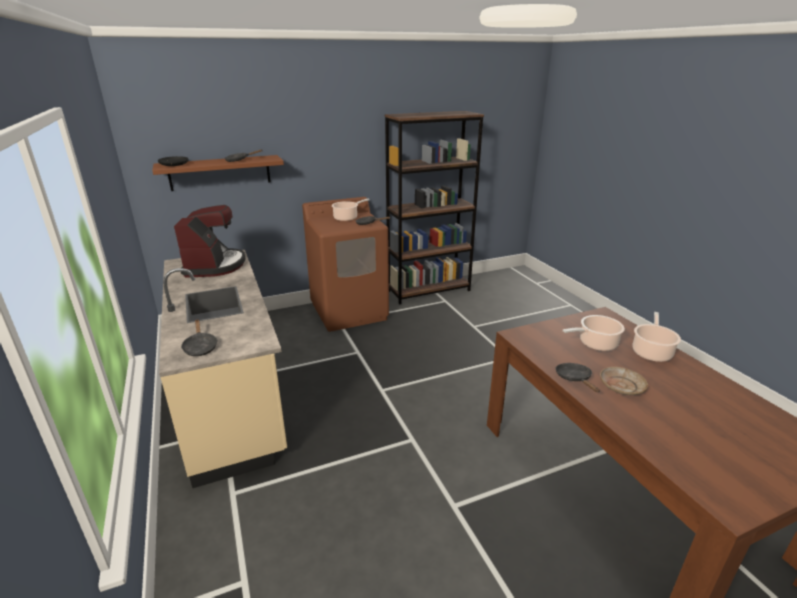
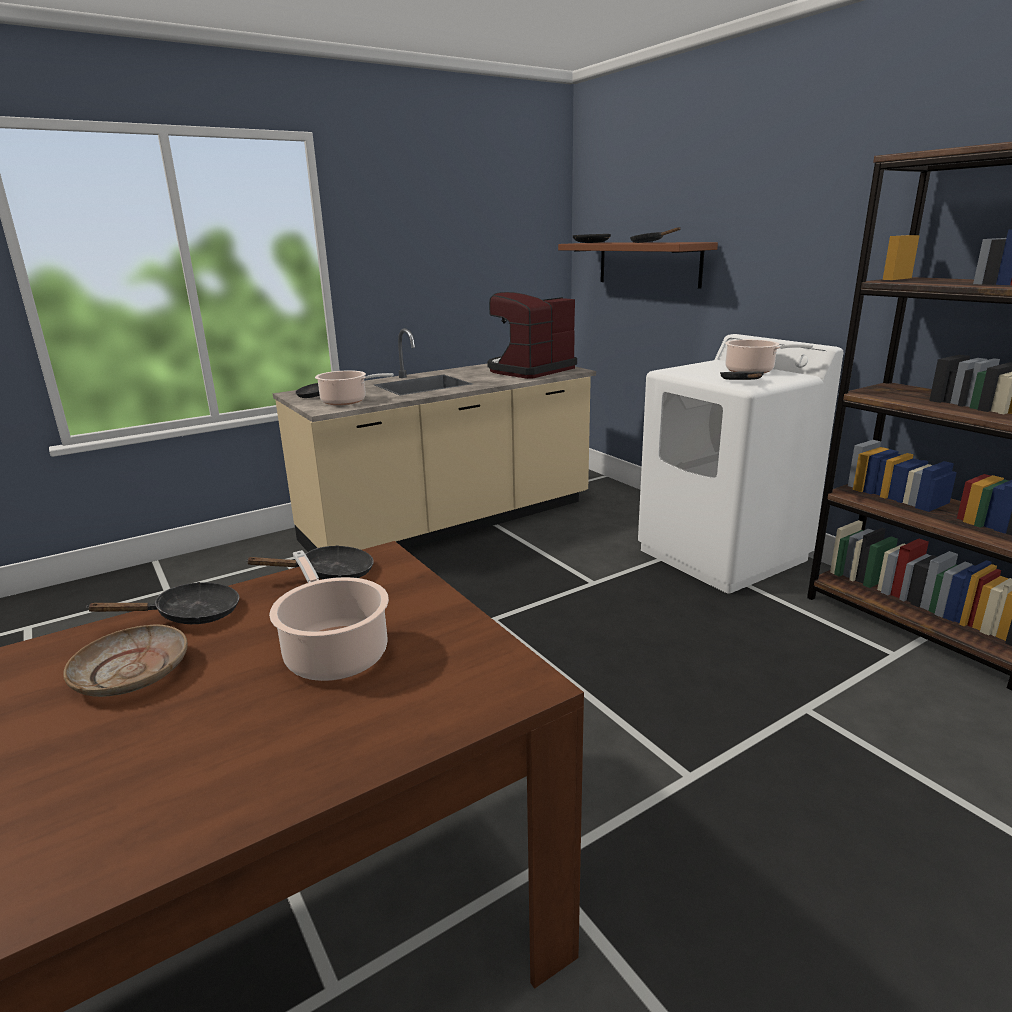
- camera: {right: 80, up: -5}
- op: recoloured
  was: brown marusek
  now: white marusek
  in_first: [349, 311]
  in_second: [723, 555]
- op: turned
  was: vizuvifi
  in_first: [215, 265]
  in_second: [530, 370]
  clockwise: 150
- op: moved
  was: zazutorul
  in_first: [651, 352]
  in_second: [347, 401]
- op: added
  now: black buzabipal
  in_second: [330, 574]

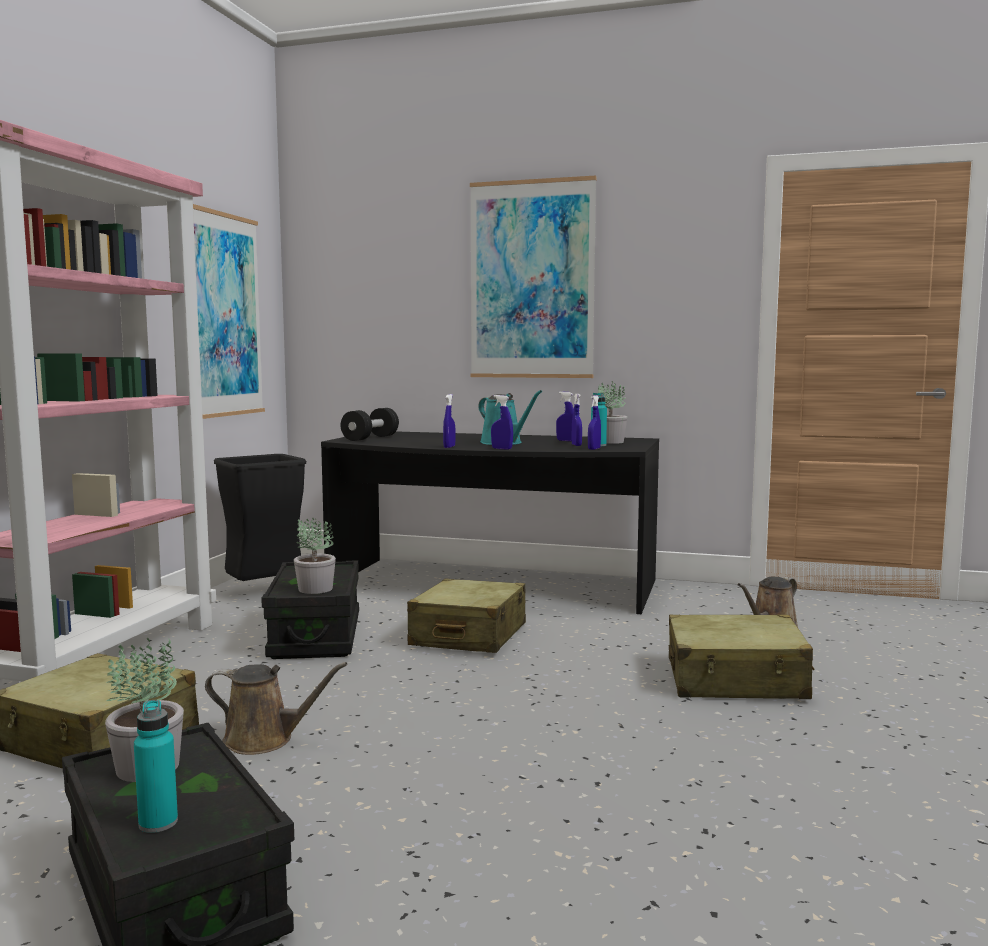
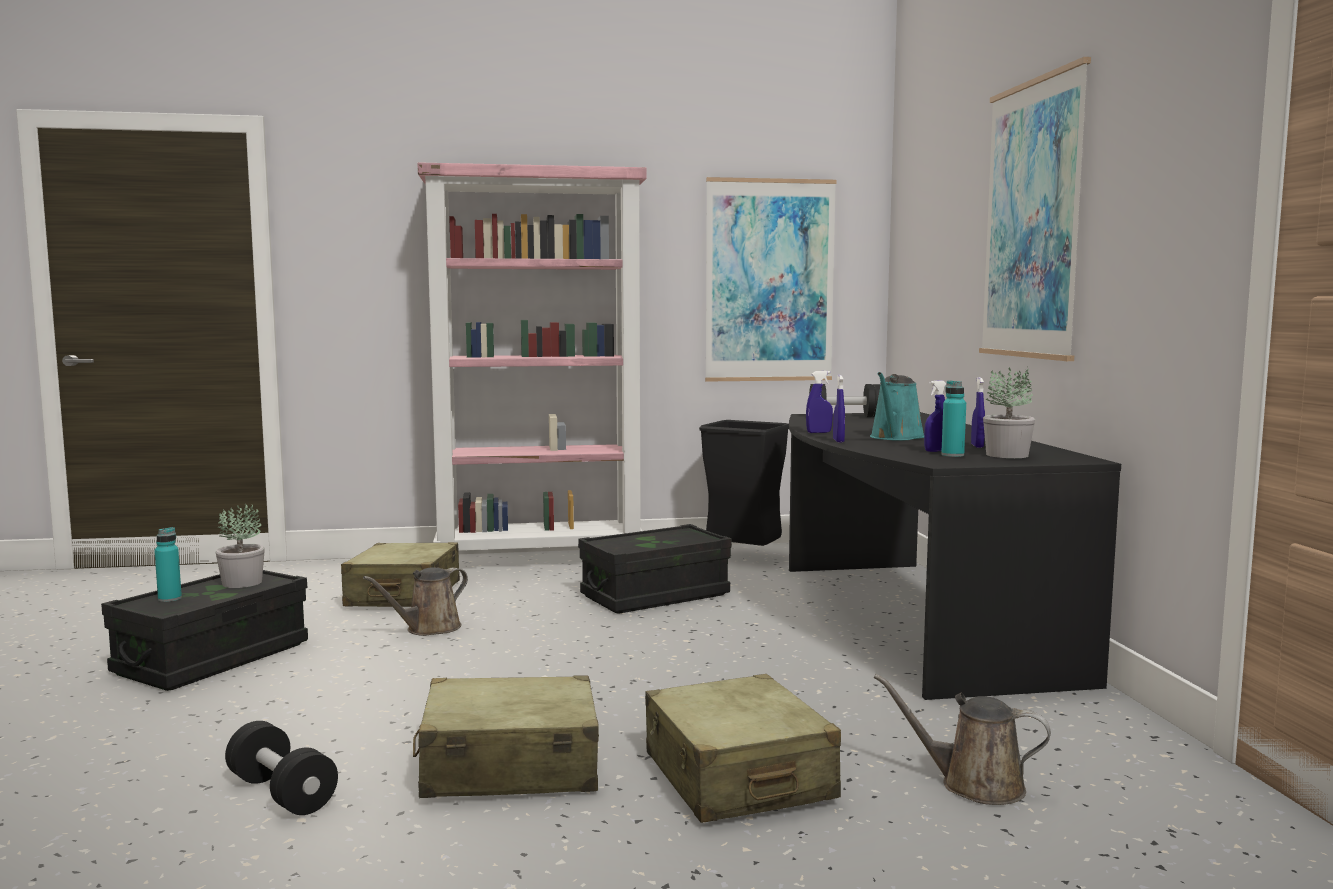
- camera: {right: 65, up: 0}
- op: removed
  was: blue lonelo
  in_first: [594, 449]
- op: removed
  was: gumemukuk
  in_first: [315, 589]
- op: moved
  was: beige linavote
  in_first: [468, 636]
  in_second: [509, 766]
- op: turned
  was: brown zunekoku
  in_first: [265, 740]
  in_second: [429, 629]
  clockwise: 60
- op: added
  now: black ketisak
  in_second: [282, 793]

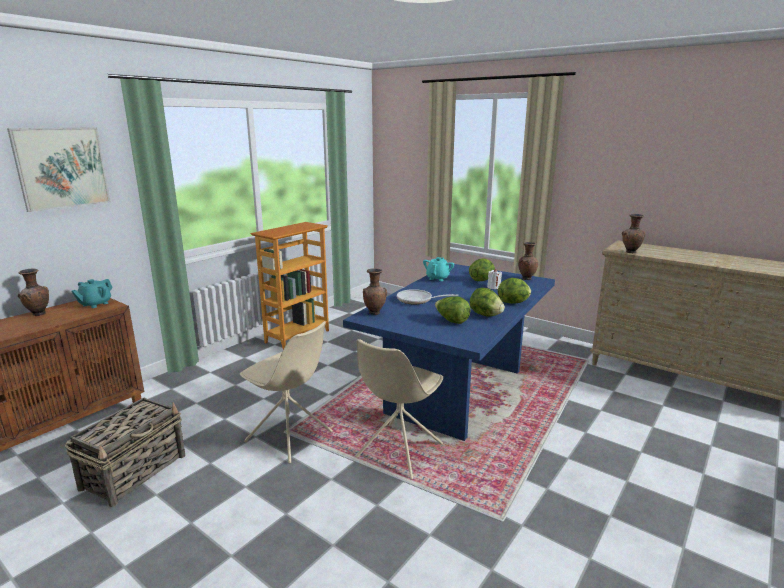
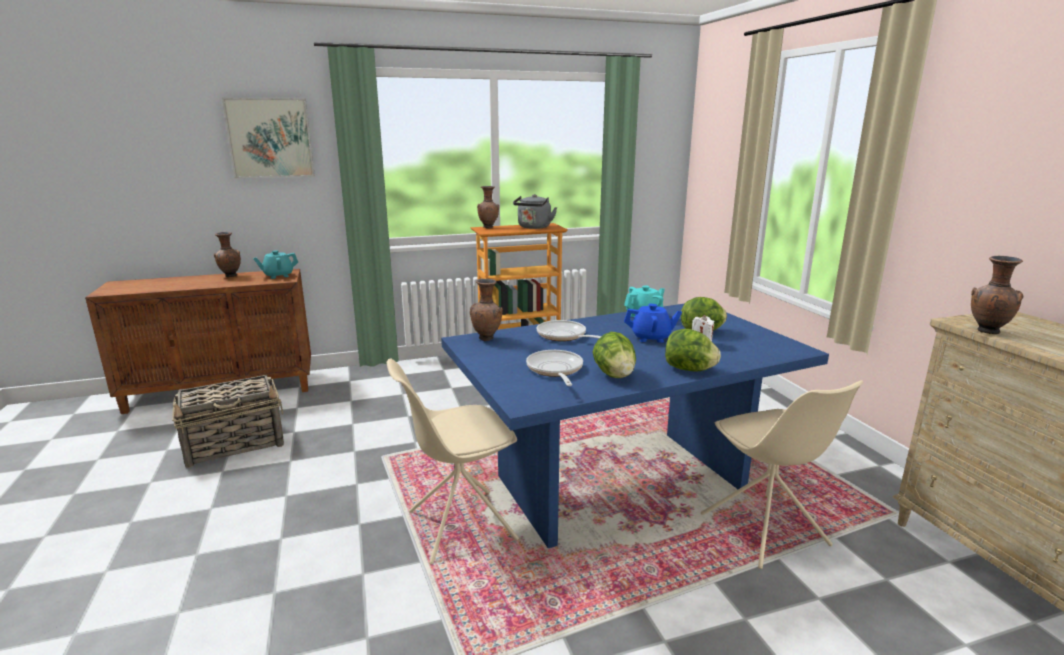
- camera: {right: 35, up: 0}
- op: moved
  was: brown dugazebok
  in_first: [526, 278]
  in_second: [488, 227]
- op: replaced
  was: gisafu
  now: buzabipal
  in_first: [451, 321]
  in_second: [555, 370]
- op: moved
  was: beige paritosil
  in_first: [290, 437]
  in_second: [765, 531]
- op: added
  now: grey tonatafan
  in_second: [533, 227]
- op: added
  now: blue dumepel
  in_second: [651, 338]

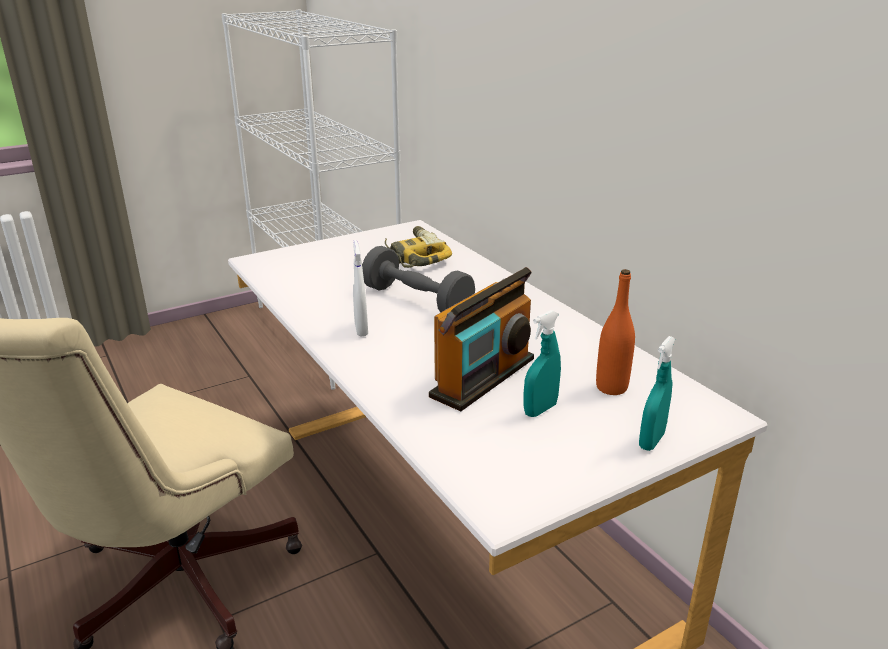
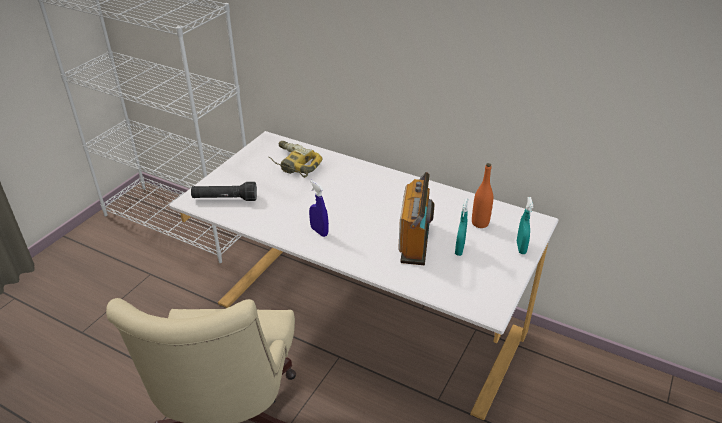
- camera: {right: -30, up: 10}
- op: recoloured
  was: white lonelo
  now: blue lonelo
  in_first: [361, 329]
  in_second: [319, 231]
- op: removed
  was: grey ketisak
  in_first: [417, 301]
- op: added
  now: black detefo
  in_second: [225, 199]

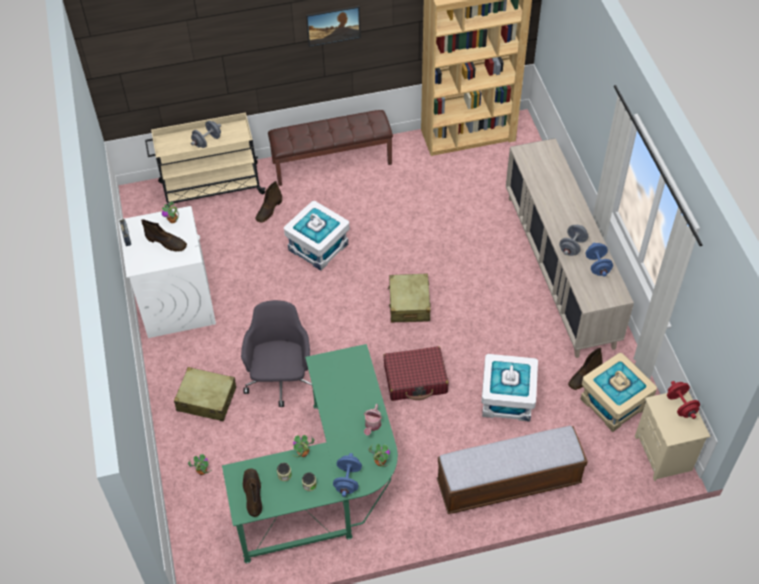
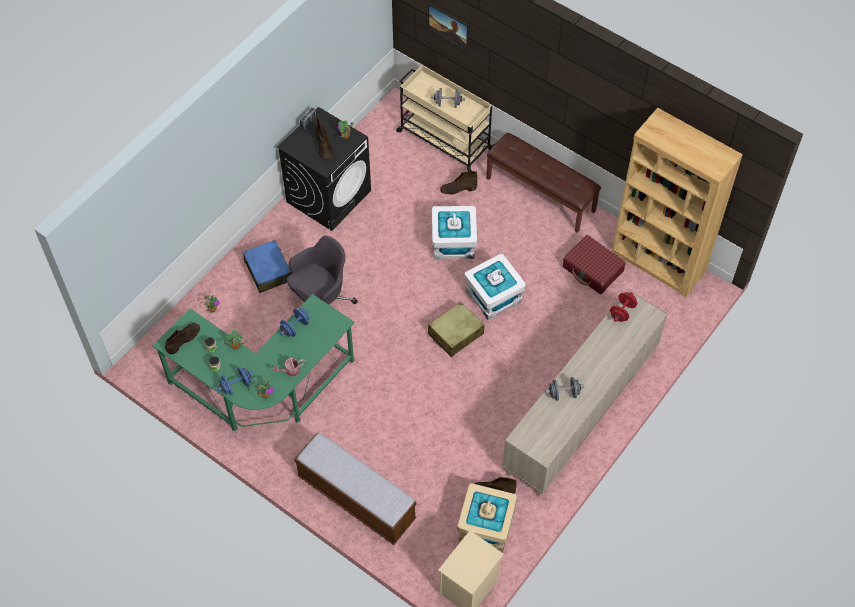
- camera: {right: 50, up: 5}
- op: moved
  was: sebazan
  in_first: [334, 34]
  in_second: [448, 33]
- op: recoloured
  was: white marusek
  now: black marusek
  in_first: [177, 302]
  in_second: [329, 196]
- op: moved
  was: blue ketisak
  in_first: [597, 266]
  in_second: [295, 327]
- op: moved
  was: red linavote
  in_first: [415, 379]
  in_second: [593, 269]
- op: moved
  was: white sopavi
  in_first: [507, 399]
  in_second: [493, 296]
- op: recoloured
  was: beige linavote
  now: blue linavote
  in_first: [206, 399]
  in_second: [268, 271]
- op: moved
  was: red ketisak
  in_first: [681, 406]
  in_second: [622, 312]

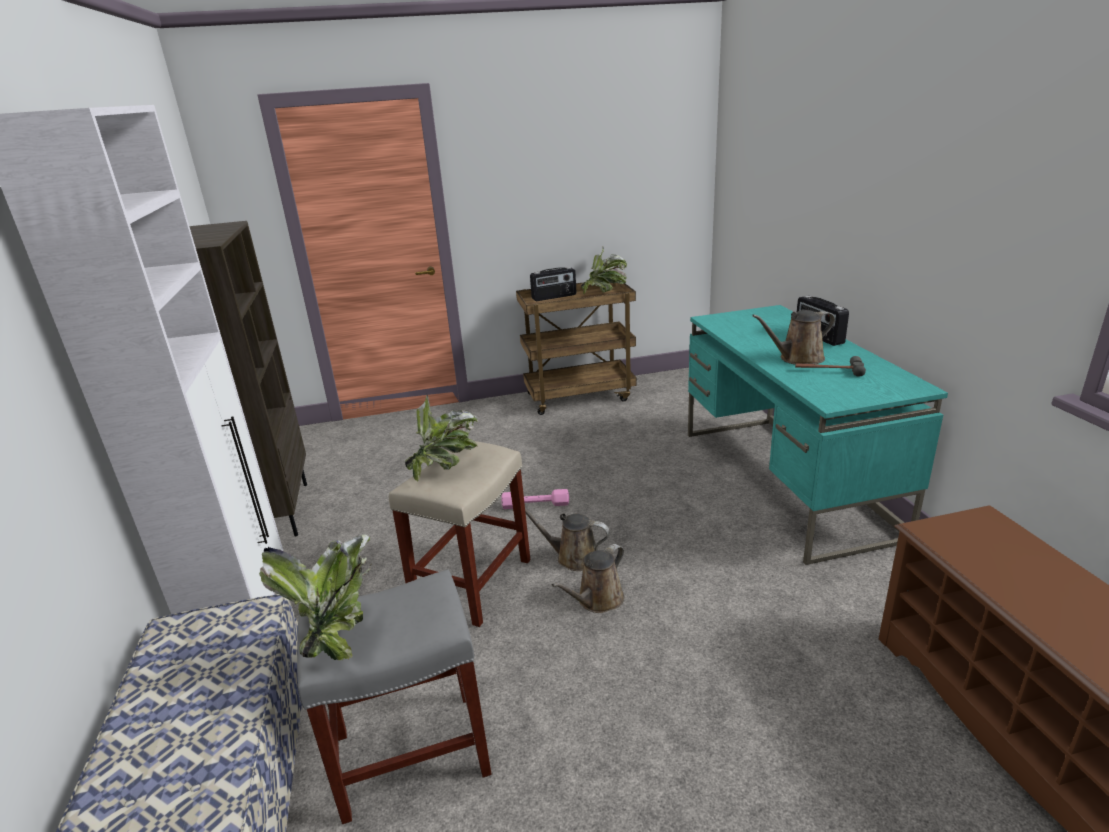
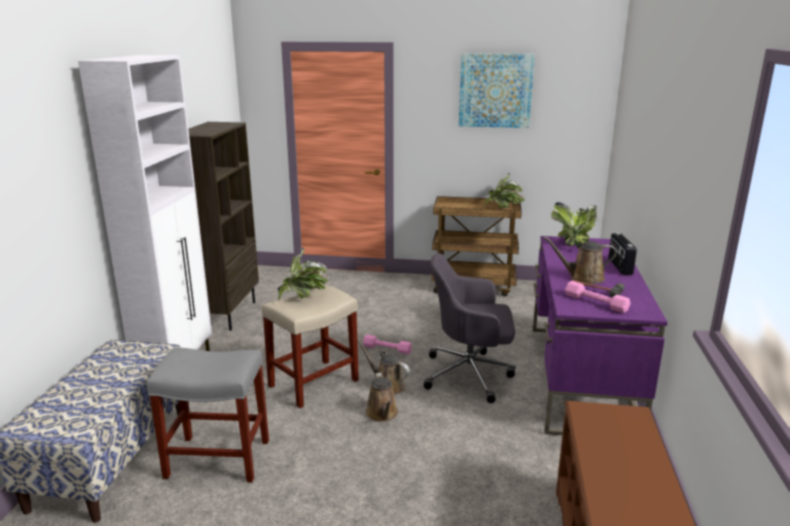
- camera: {right: 20, up: -5}
- op: removed
  was: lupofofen
  in_first: [554, 297]
- op: recoloured
  was: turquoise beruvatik
  now: purple beruvatik
  in_first: [785, 482]
  in_second: [580, 378]
- op: moved
  was: gumemukuk
  in_first: [336, 627]
  in_second: [574, 244]
- op: turned
  was: brown zunekoku
  in_first: [597, 600]
  in_second: [382, 414]
  clockwise: -75
- op: added
  now: sebazan
  in_second: [495, 90]
- op: added
  now: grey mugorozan
  in_second: [470, 374]
- op: added
  now: pink ketisak
  in_second: [596, 302]

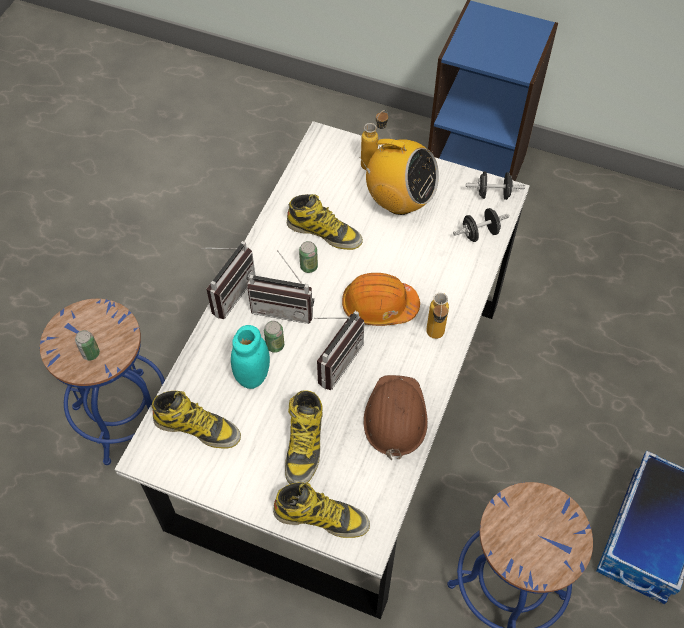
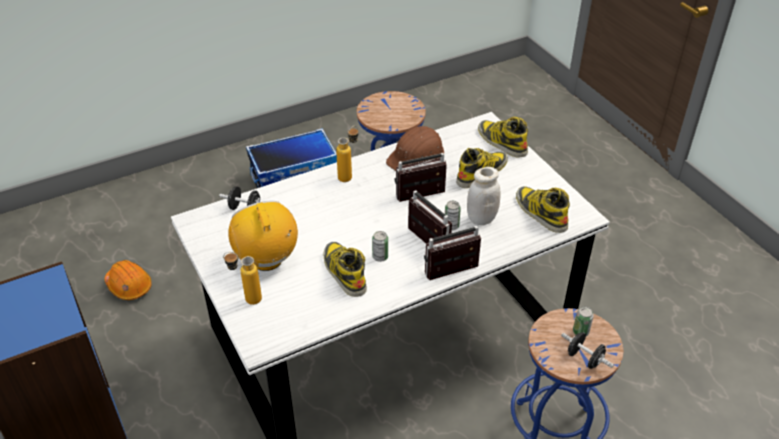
- camera: {right: -140, up: -15}
- op: moved
  was: black ketisak
  in_first: [493, 194]
  in_second: [584, 358]
- op: moved
  was: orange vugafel
  in_first: [379, 306]
  in_second: [129, 286]
- op: recoloured
  was: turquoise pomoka
  now: white pomoka
  in_first: [253, 376]
  in_second: [481, 218]

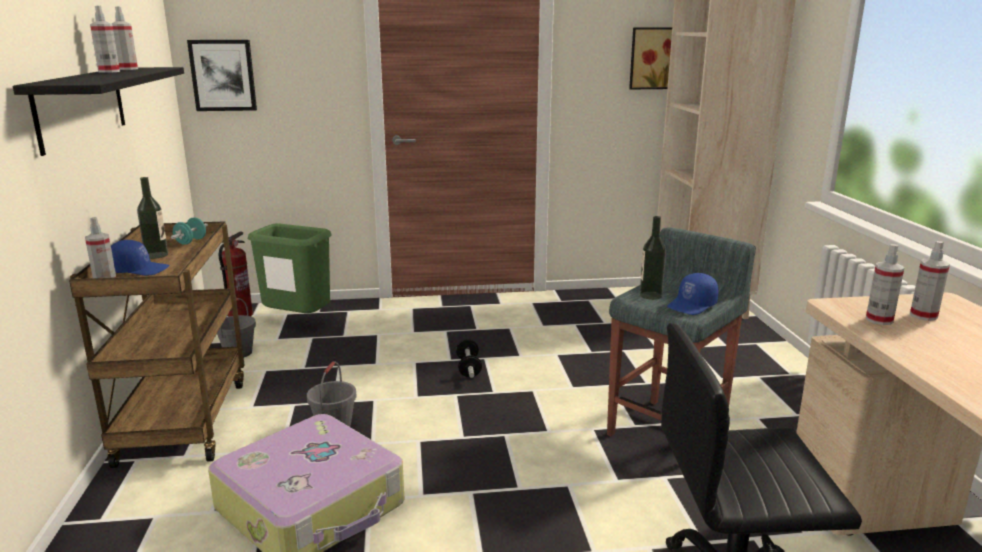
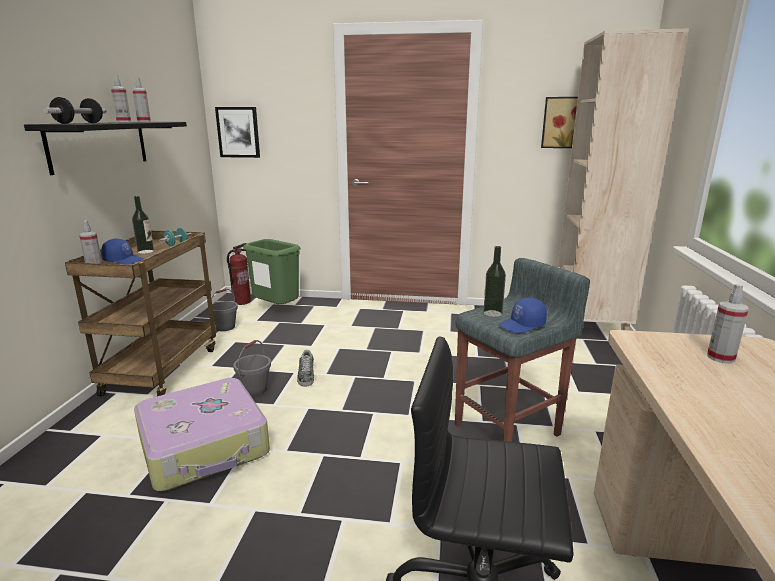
- camera: {right: 15, up: 0}
- op: removed
  was: lonelo
  in_first: [879, 320]
- op: moved
  was: ketisak
  in_first: [468, 368]
  in_second: [79, 123]
- op: added
  now: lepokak
  in_second: [306, 375]

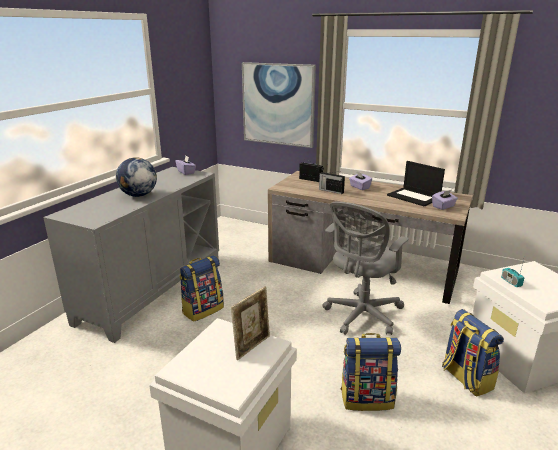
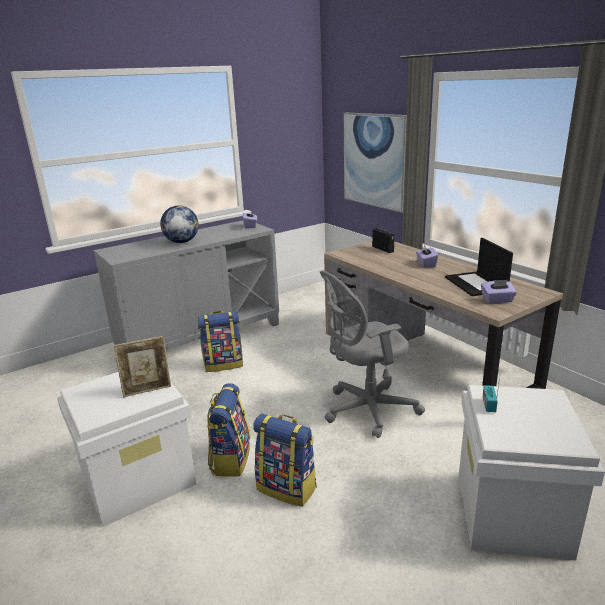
- camera: {right: 30, up: 0}
- op: removed
  was: lupofofen
  in_first: [330, 191]
- op: moved
  was: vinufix
  in_first: [465, 378]
  in_second: [230, 459]

